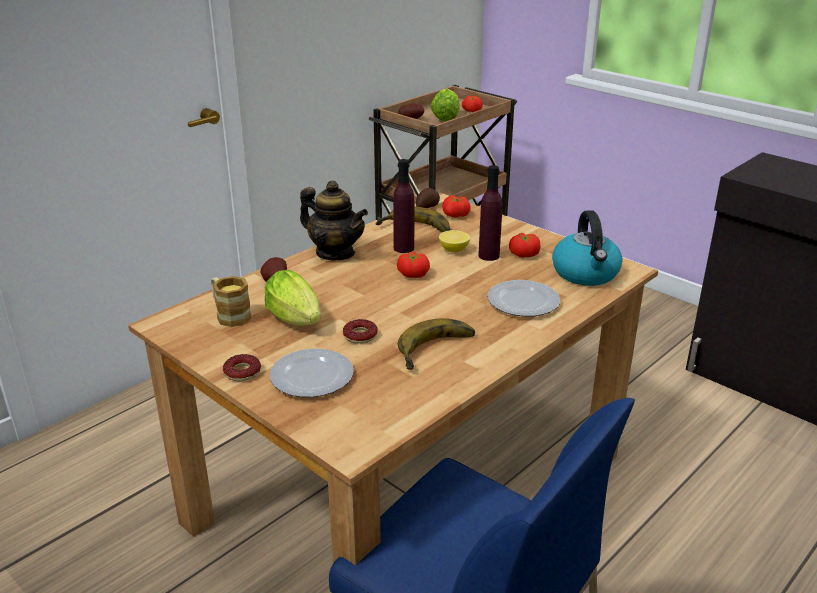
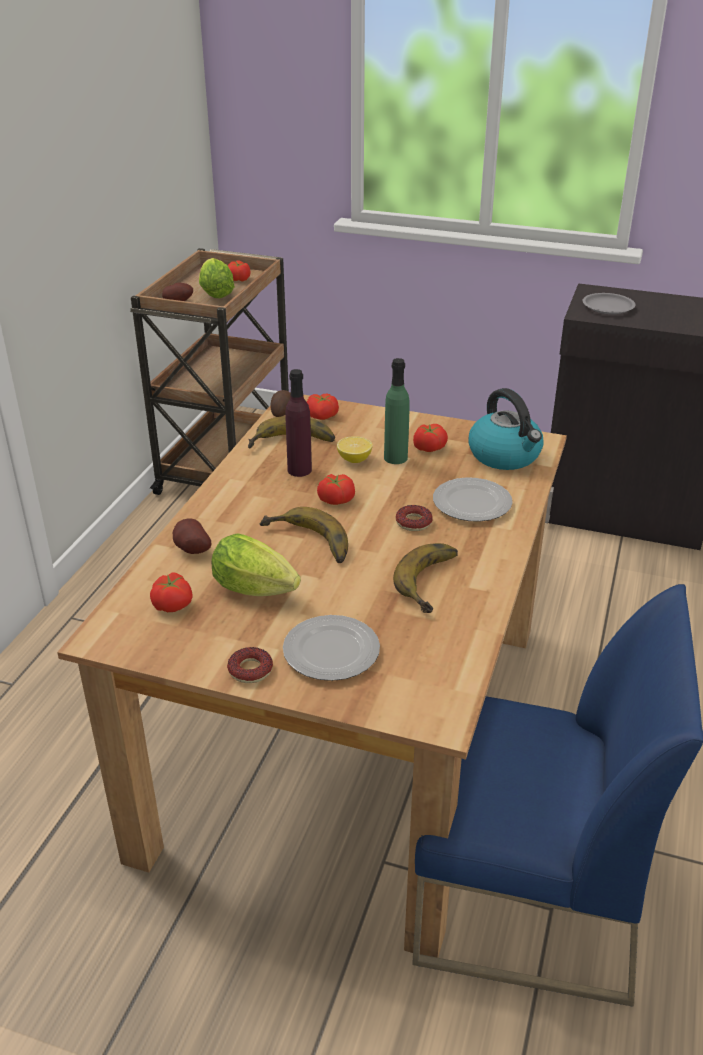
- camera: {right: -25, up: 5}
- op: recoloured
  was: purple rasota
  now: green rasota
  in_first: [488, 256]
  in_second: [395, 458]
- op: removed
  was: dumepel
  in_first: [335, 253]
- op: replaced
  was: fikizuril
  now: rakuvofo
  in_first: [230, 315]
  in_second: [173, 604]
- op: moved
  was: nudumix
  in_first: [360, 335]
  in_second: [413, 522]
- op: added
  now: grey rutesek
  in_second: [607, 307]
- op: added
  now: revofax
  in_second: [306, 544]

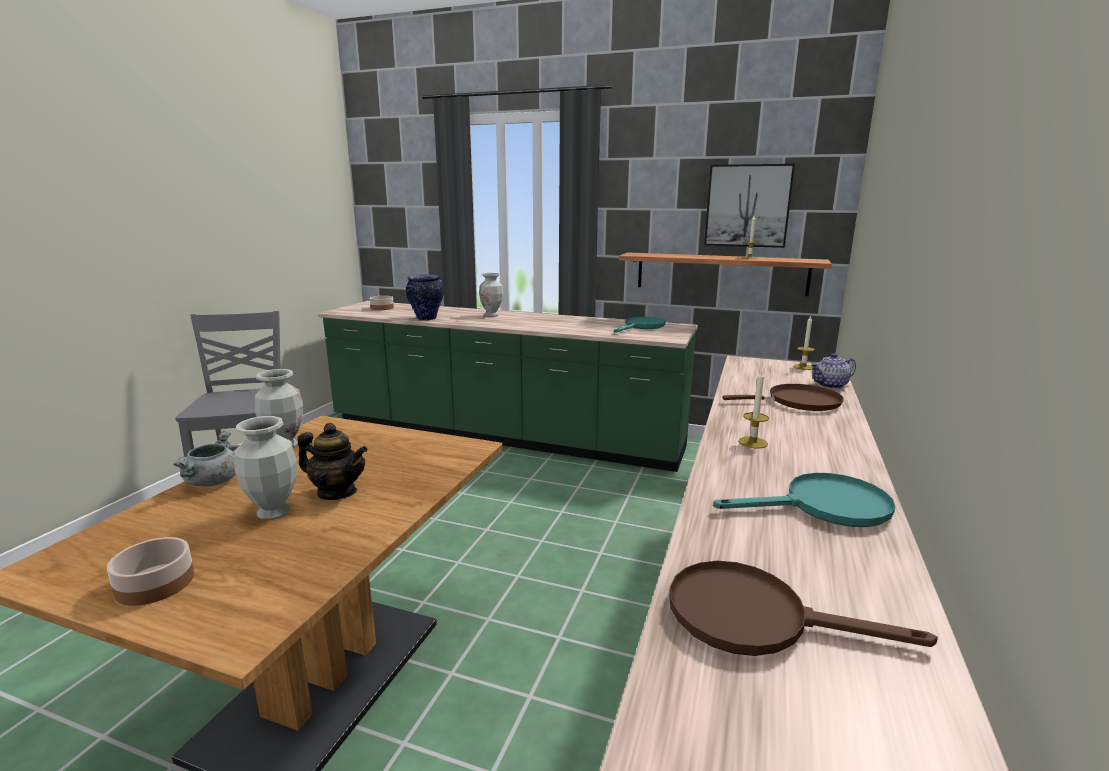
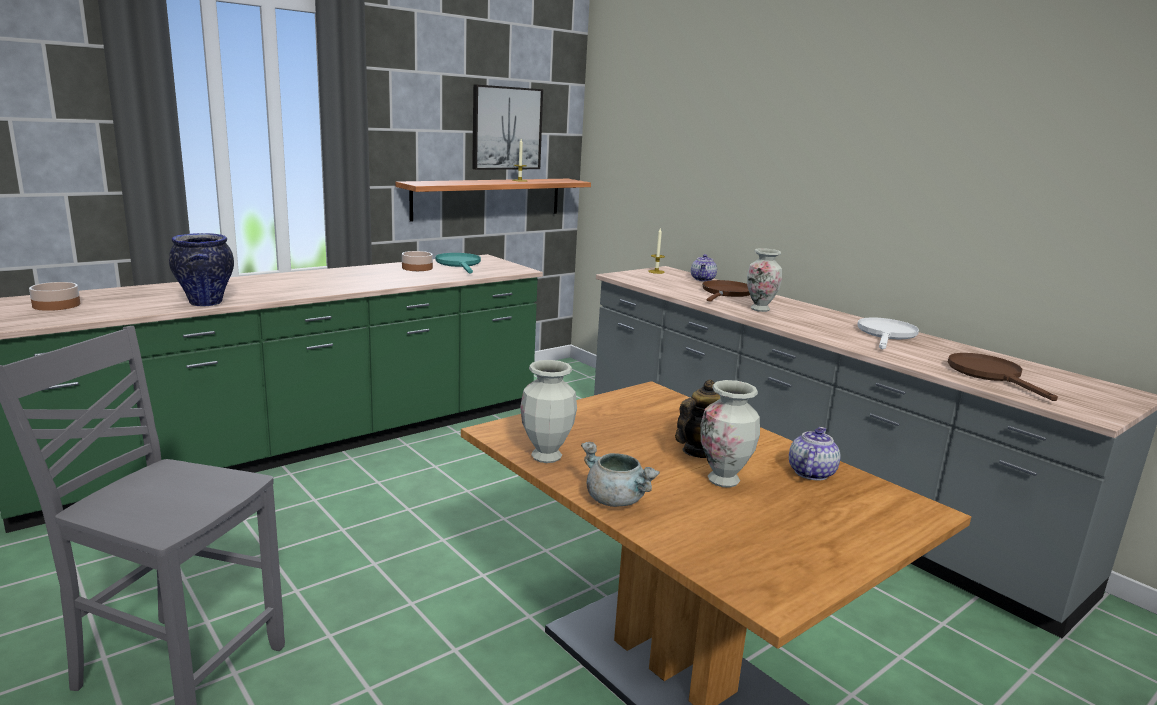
- camera: {right: -60, up: 0}
- op: moved
  was: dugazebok
  in_first: [492, 315]
  in_second: [760, 309]
- op: removed
  was: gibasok
  in_first: [753, 442]
- op: recoloured
  was: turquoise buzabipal
  now: white buzabipal
  in_first: [824, 507]
  in_second: [886, 335]
- op: moved
  was: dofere
  in_first: [156, 583]
  in_second: [417, 268]
- op: turned
  was: brown buzabipal
  in_first: [756, 617]
  in_second: [991, 375]
  clockwise: 120
- op: added
  now: dumepel
  in_second: [810, 472]

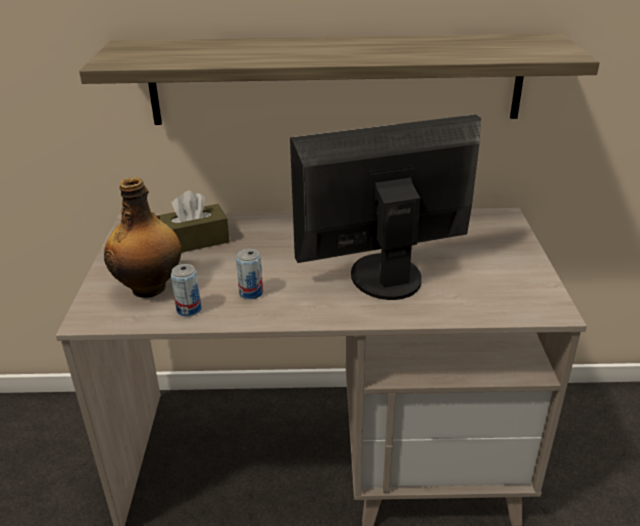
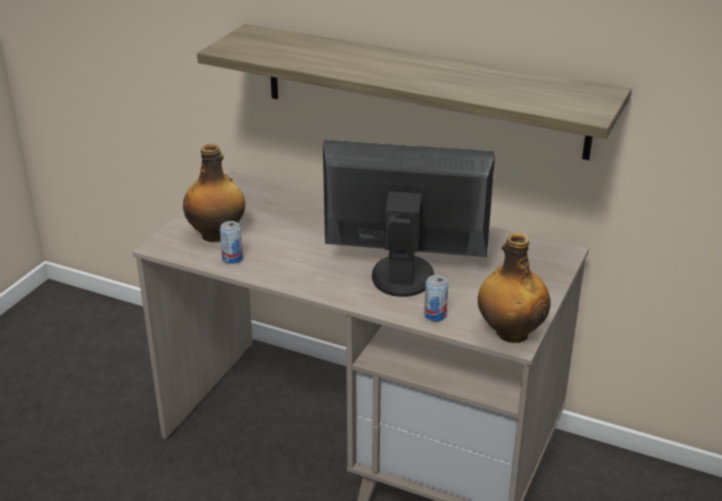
- camera: {right: 25, up: 0}
- op: removed
  was: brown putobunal
  in_first: [194, 241]
- op: moved
  was: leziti
  in_first: [251, 293]
  in_second: [435, 315]
- op: added
  now: rasota
  in_second: [510, 332]

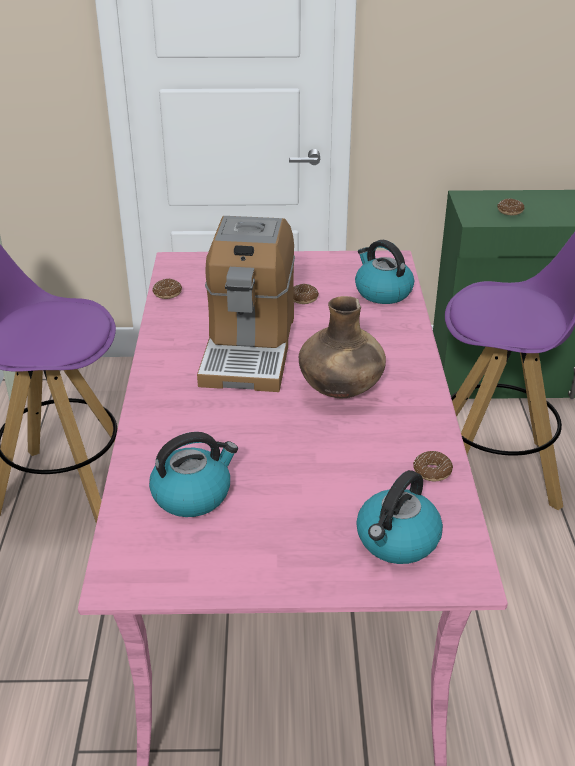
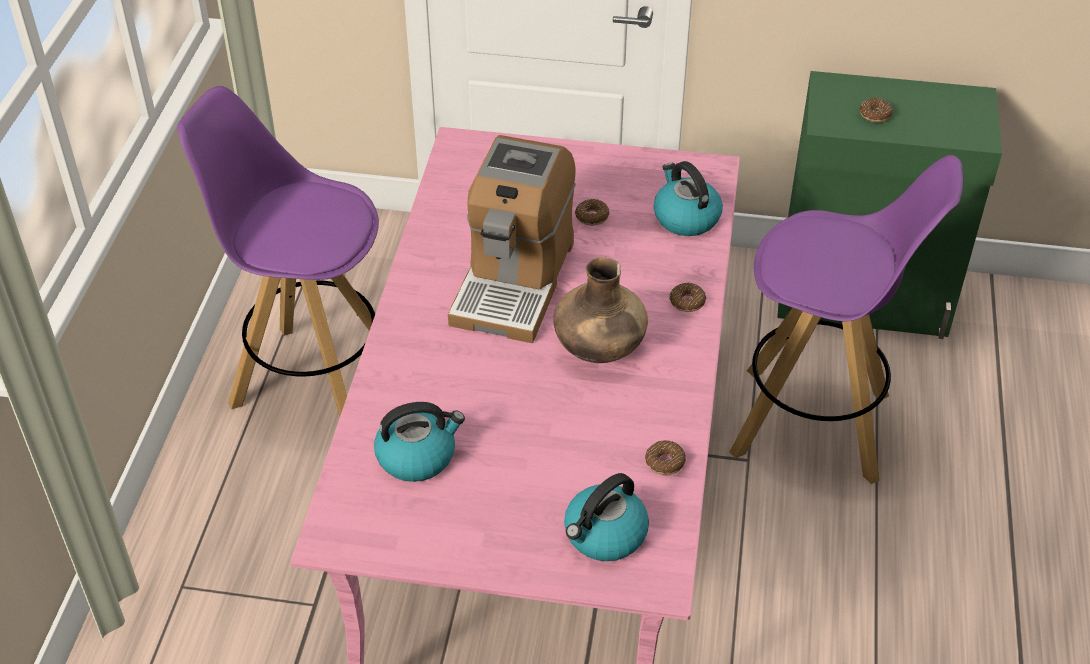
- camera: {right: 10, up: 10}
- op: moved
  was: nudumix
  in_first: [167, 293]
  in_second: [687, 302]

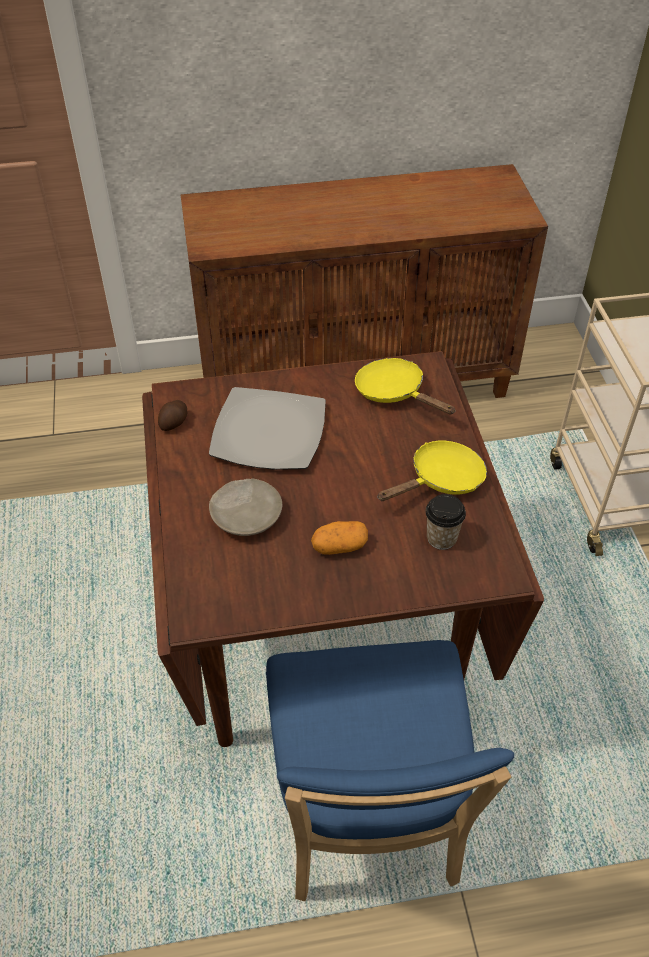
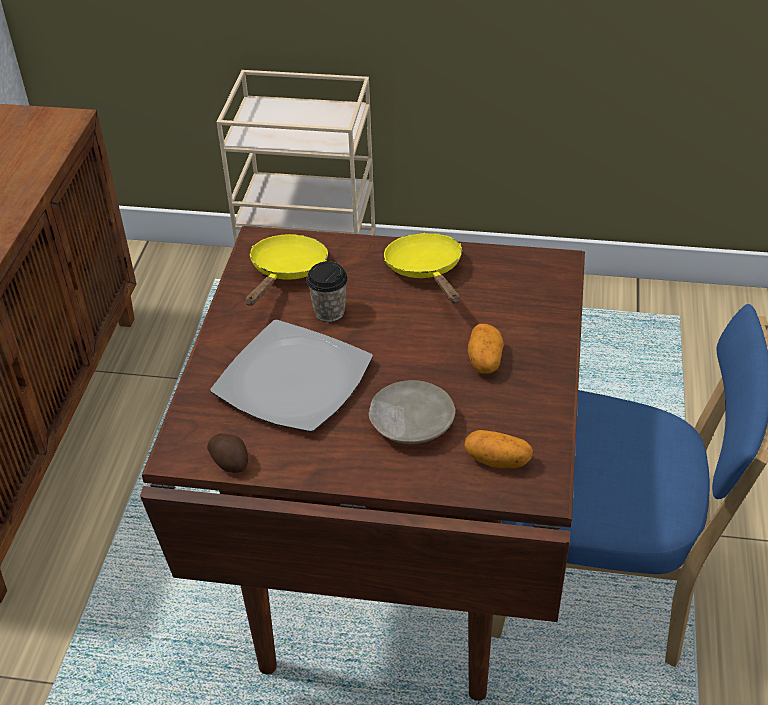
- camera: {right: -70, up: -5}
- op: turned
  was: yellow buzabipal
  in_first: [394, 392]
  in_second: [286, 272]
  clockwise: 135
- op: moved
  was: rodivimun
  in_first: [441, 538]
  in_second: [329, 311]
- op: added
  now: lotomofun
  in_second: [497, 460]

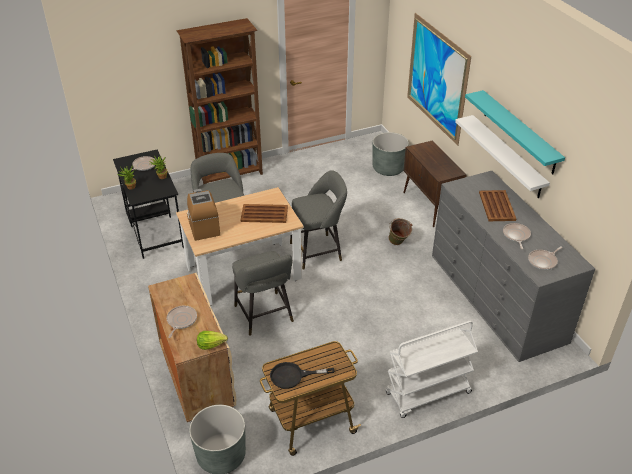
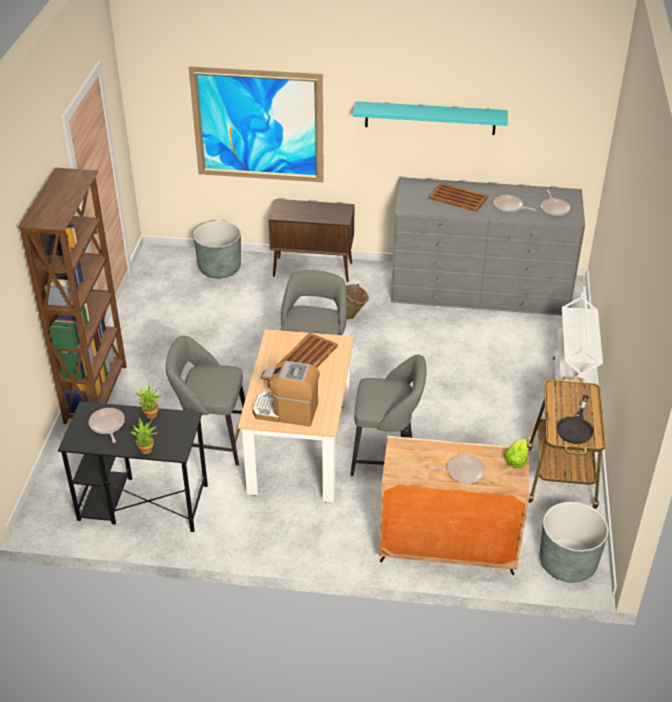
- camera: {right: -60, up: 0}
- op: removed
  was: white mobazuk
  in_first: [507, 156]
- op: turned
  was: buzabipal
  in_first: [181, 320]
  in_second: [463, 471]
  clockwise: 135

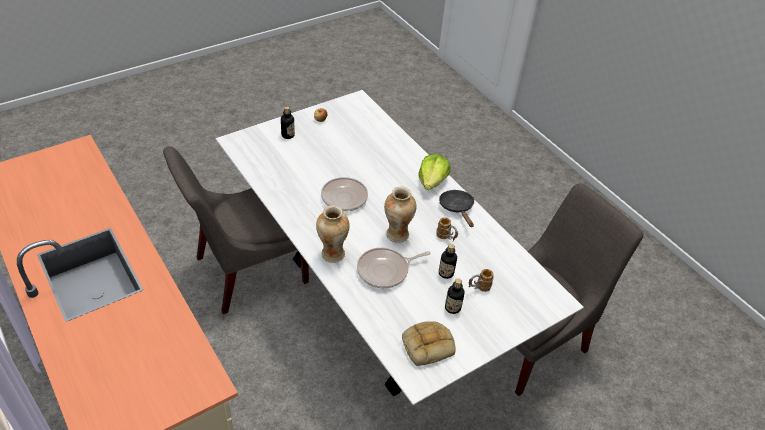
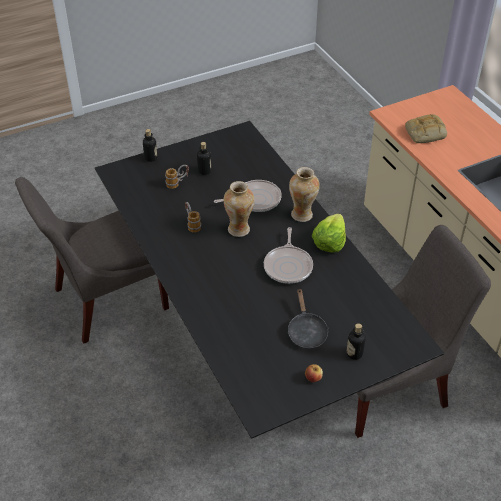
- camera: {right: -170, up: 0}
- op: recoloured
  was: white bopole
  now: black bopole
  in_first: [374, 304]
  in_second: [250, 343]
- op: moved
  was: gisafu
  in_first: [432, 181]
  in_second: [329, 242]
- op: moved
  was: black buzabipal
  in_first: [457, 208]
  in_second: [306, 331]
- op: moved
  was: rasota
  in_first: [446, 273]
  in_second: [151, 158]
- op: moved
  was: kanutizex
  in_first: [428, 344]
  in_second: [425, 133]

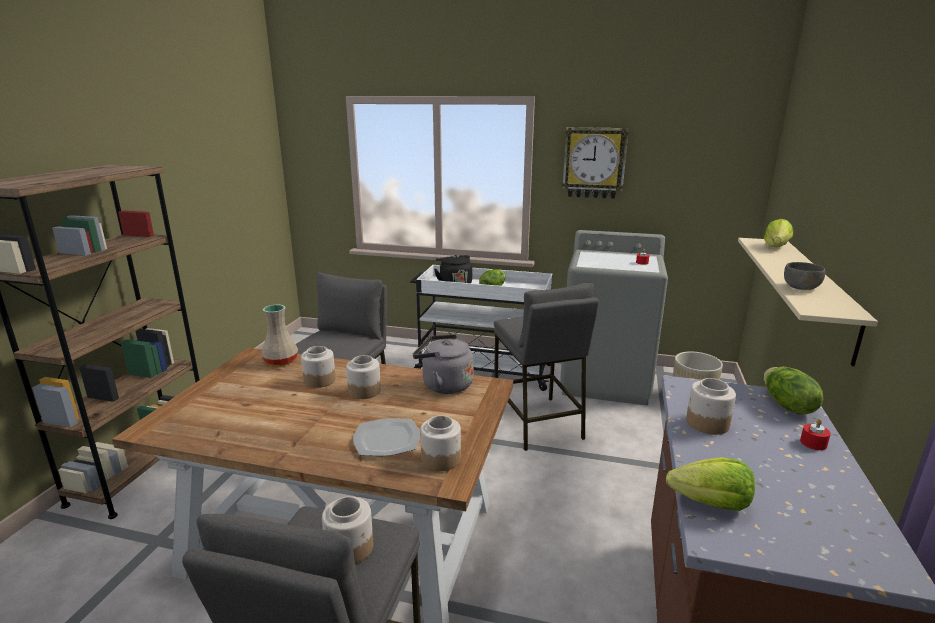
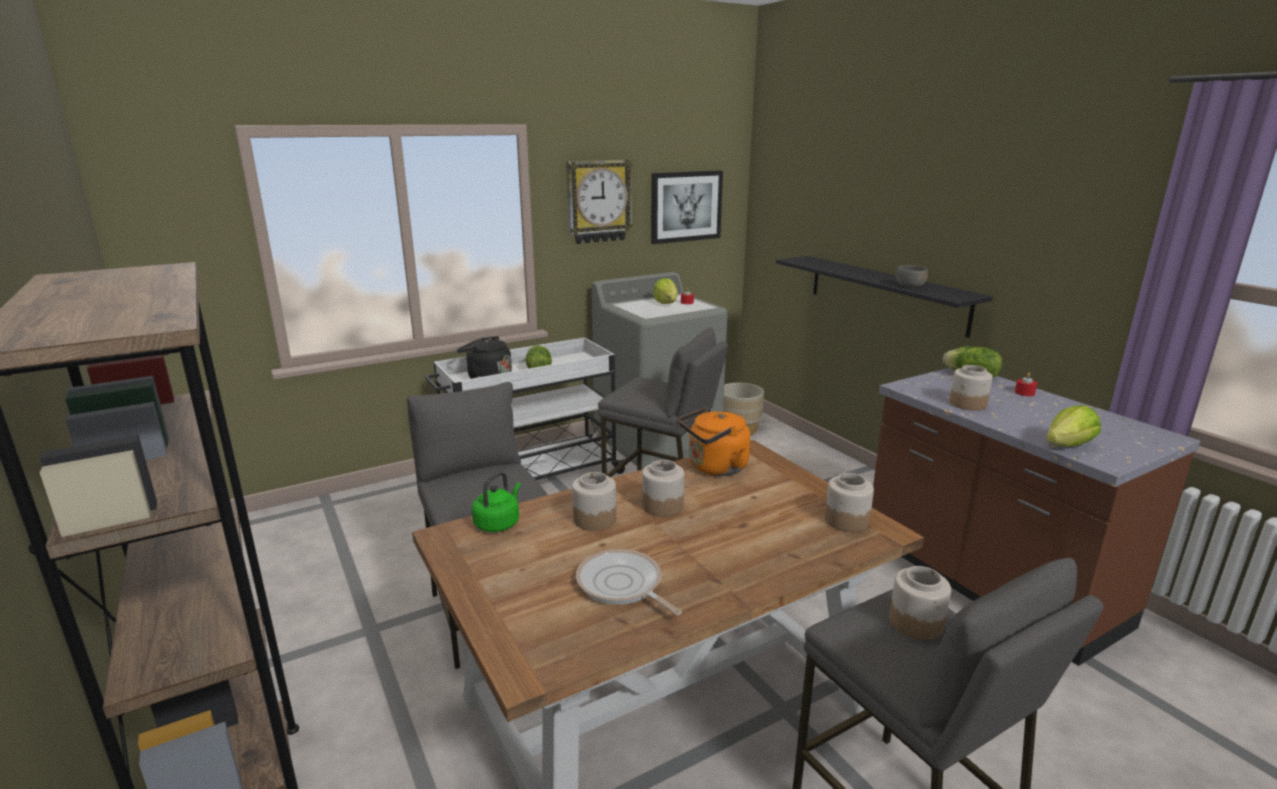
- camera: {right: -45, up: 0}
- op: moved
  was: gisafu
  in_first: [776, 247]
  in_second: [666, 303]
- op: recoloured
  was: beige mobazuk
  now: black mobazuk
  in_first: [817, 294]
  in_second: [885, 293]
- op: replaced
  was: beige dugazebok
  now: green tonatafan
  in_first: [281, 360]
  in_second: [498, 523]
- op: recoloured
  was: grey tonatafan
  now: orange tonatafan
  in_first: [444, 385]
  in_second: [714, 468]
- op: removed
  was: rutesek
  in_first: [387, 440]
- op: added
  now: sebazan
  in_second: [686, 206]
- op: added
  now: buzabipal
  in_second: [622, 585]

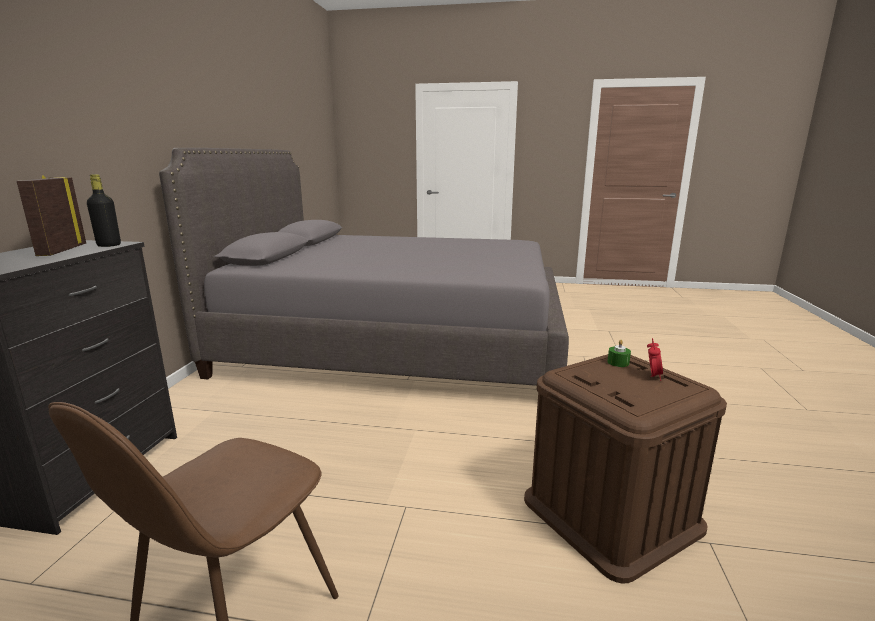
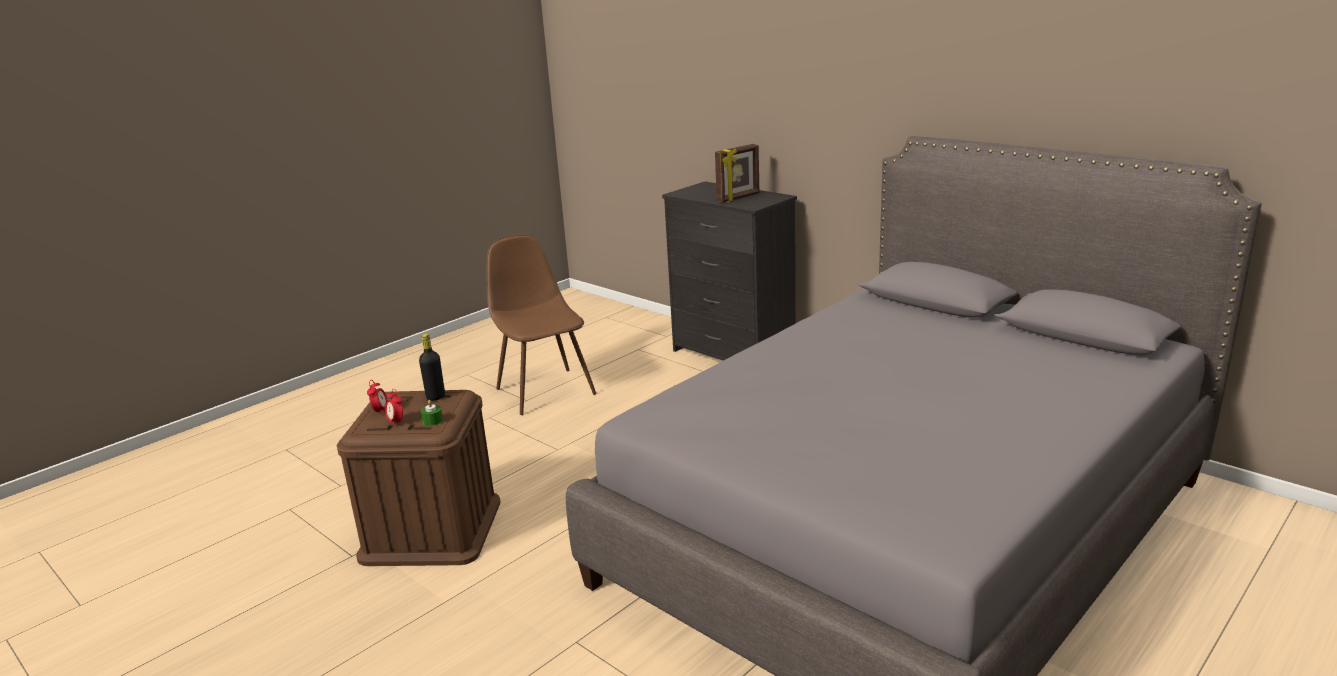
- camera: {right: 125, up: 5}
- op: moved
  was: black rasota
  in_first: [109, 245]
  in_second: [435, 396]
- op: turned
  was: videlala
  in_first: [61, 250]
  in_second: [738, 198]
  clockwise: 120
- op: added
  now: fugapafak
  in_second: [380, 411]

